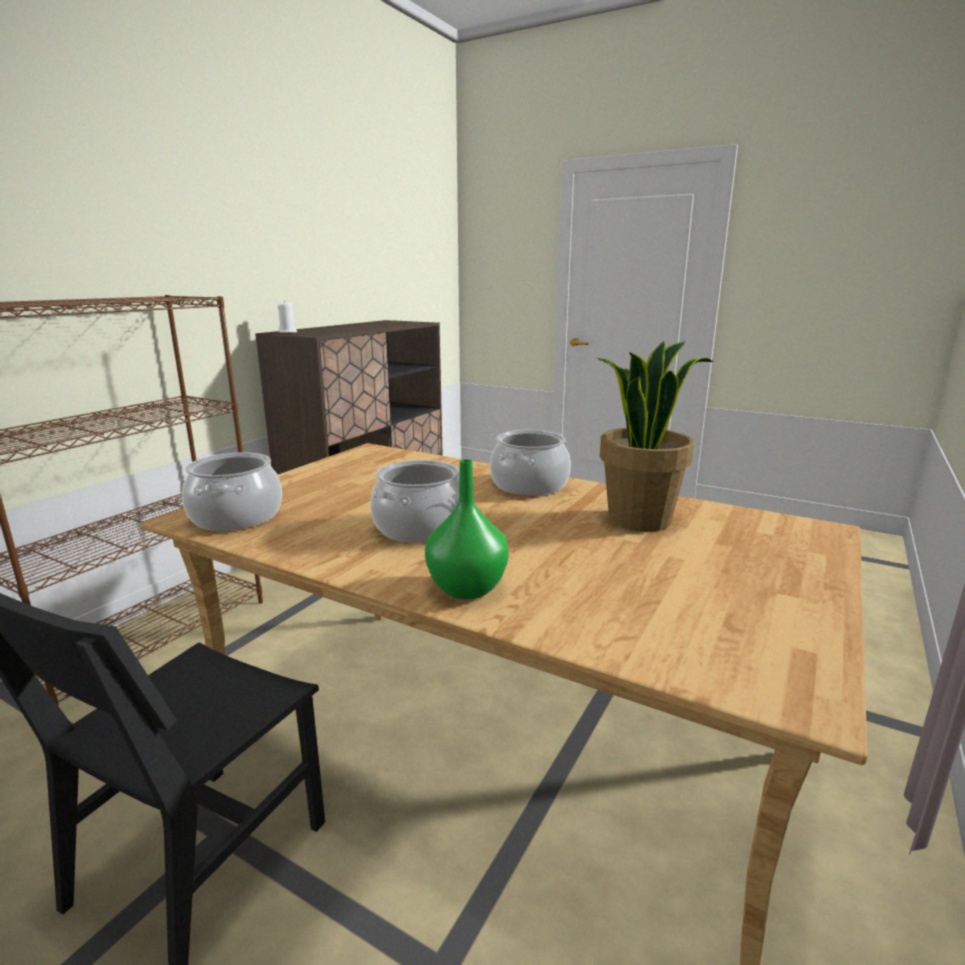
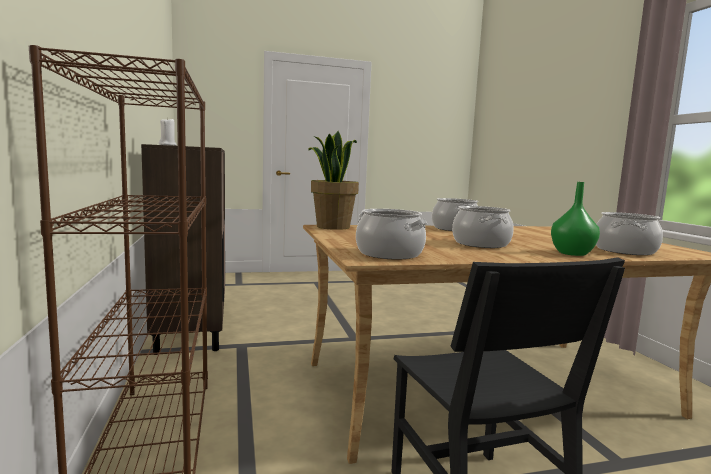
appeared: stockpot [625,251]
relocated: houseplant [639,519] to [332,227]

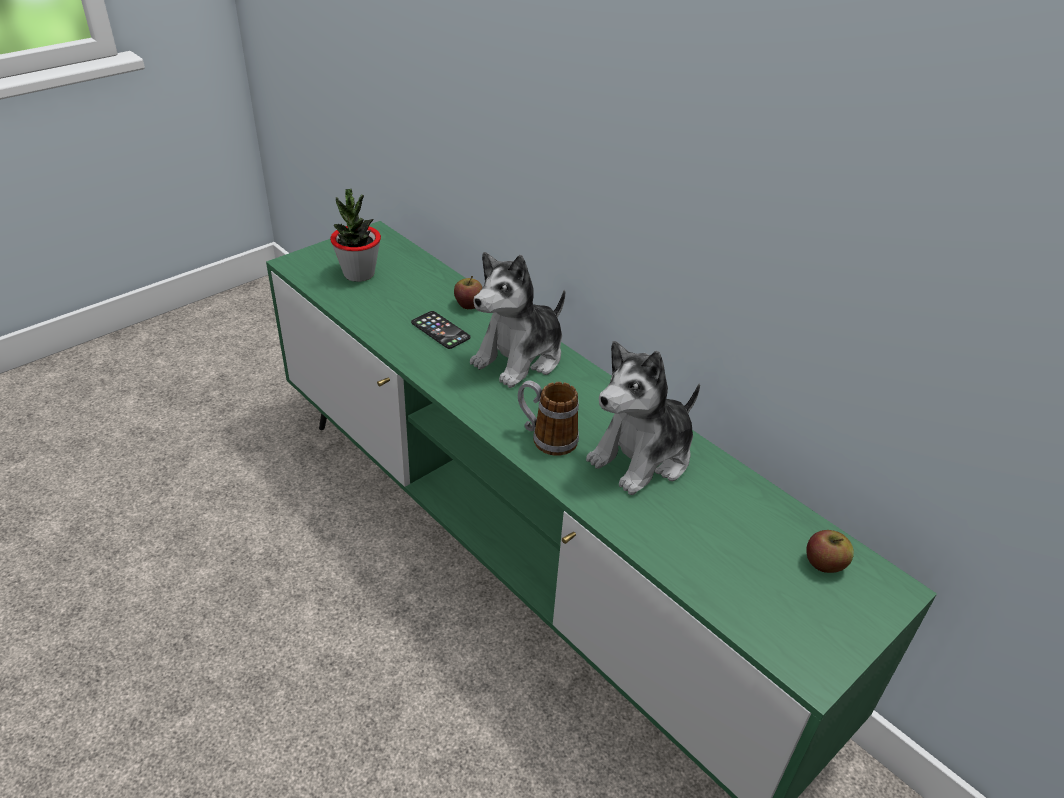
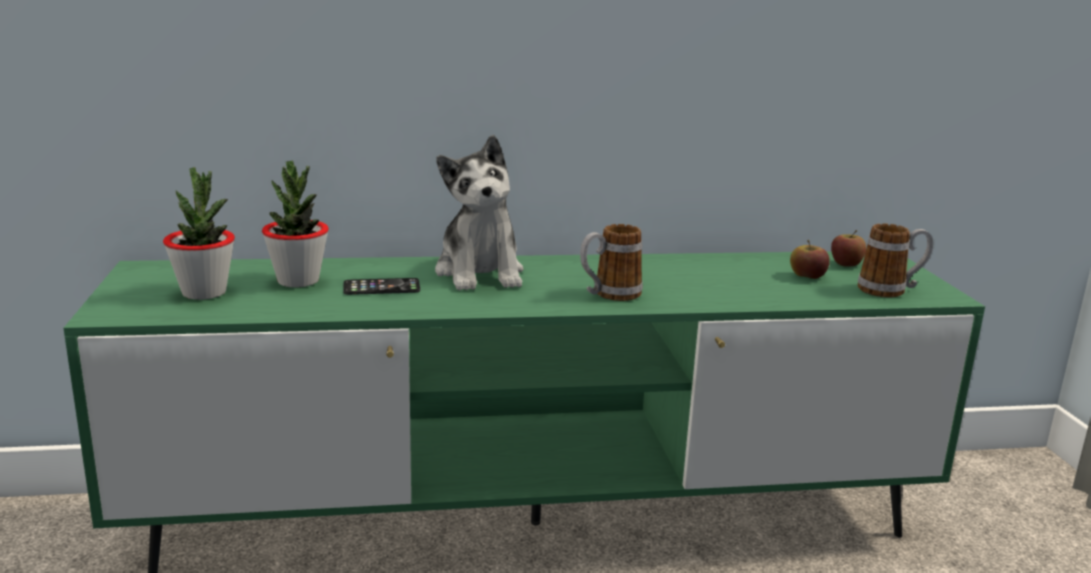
missing: soft toy [643,456]
appeared: houseplant [298,281]; mug [890,290]
relocated: whole apple [468,304] to [807,276]

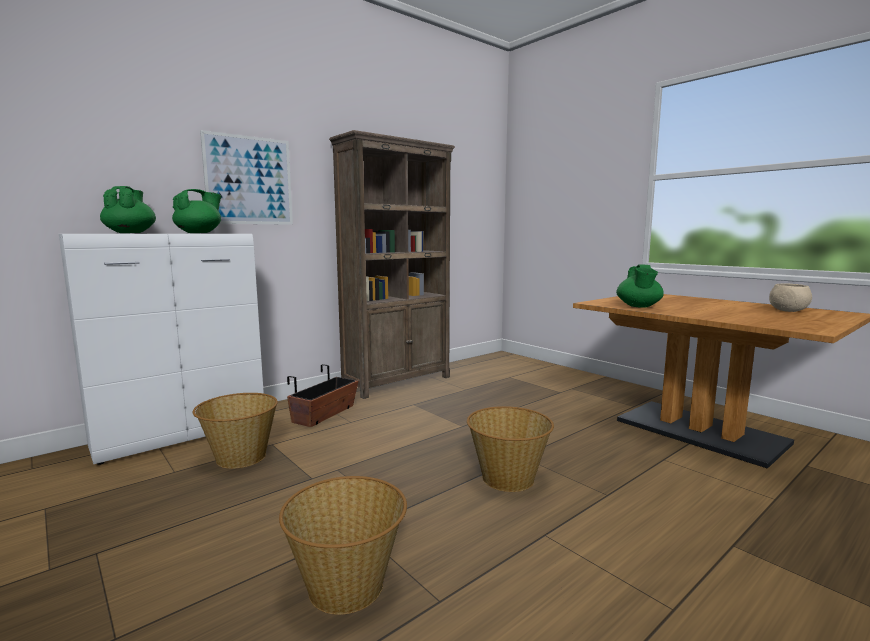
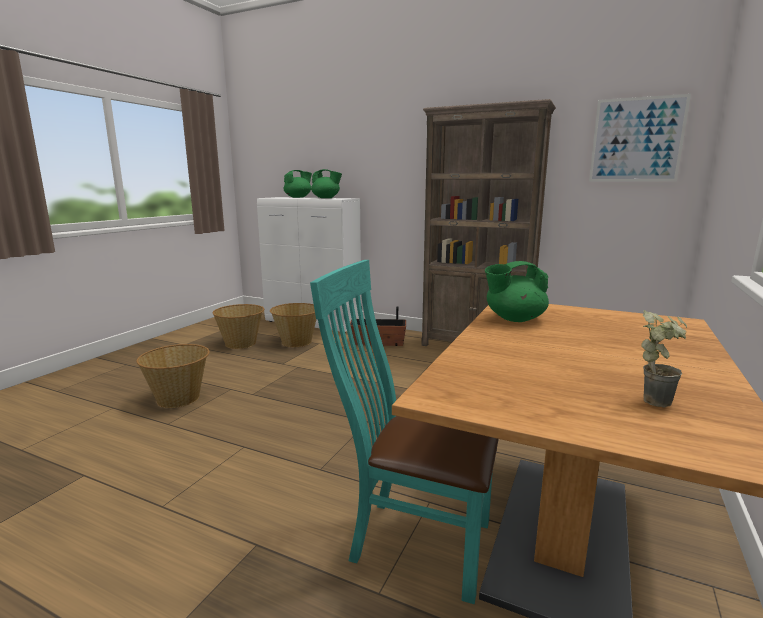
appeared: chair (blue-green) [412,540]
relocated: picture [249,180] to [636,140]; basket [508,478] to [241,343]
exchanged: bowl (beige-coloured) [787,311] to houseplant [655,399]

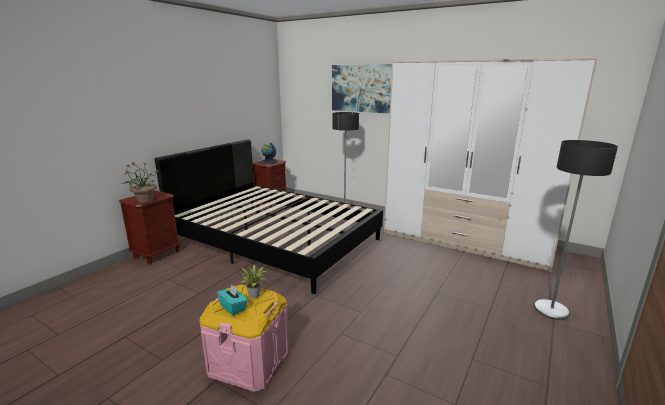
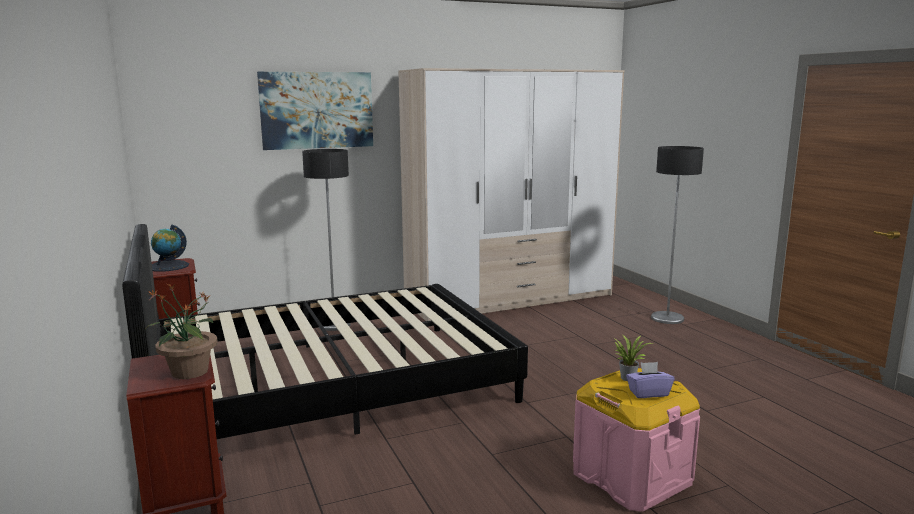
colour: tissue box (blue-green) [233,307] to tissue box (purple) [648,393]

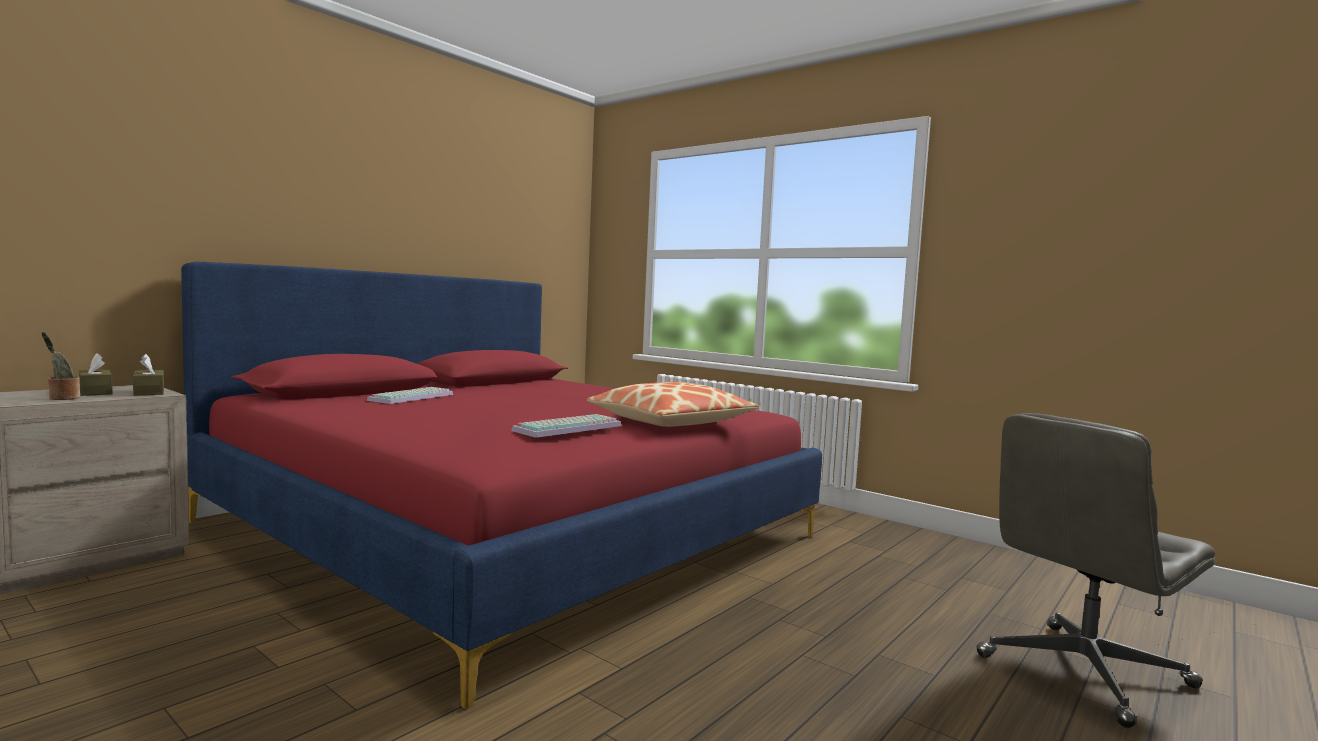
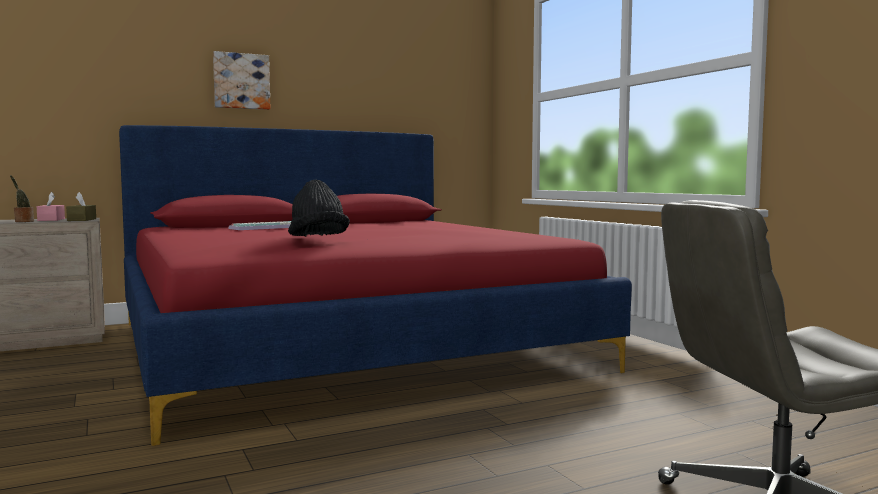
missing: pillow [671,422]
appeared: picture [241,81]
exchanged: computer keyboard [568,427] to clothing hat (black) [318,239]
colour: tissue box (brown) [95,392] to tissue box (pink-coloured) [51,219]

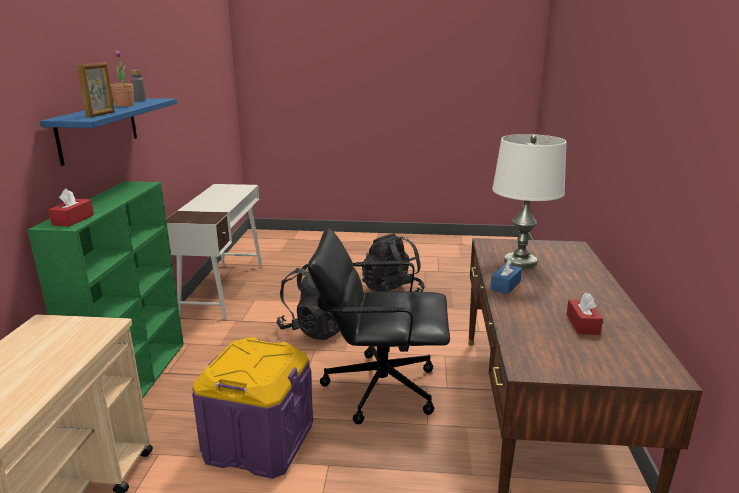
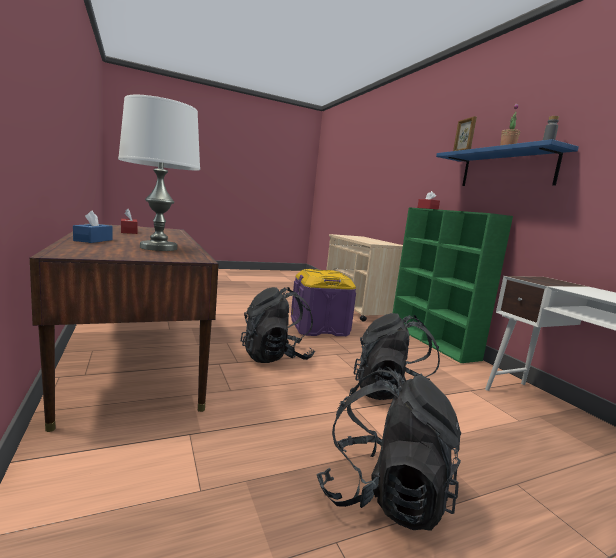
relocated: tissue box (bluish) [505,285] to [93,240]
exchanged: computer chair (black) [380,387] to backpack (black) [276,357]

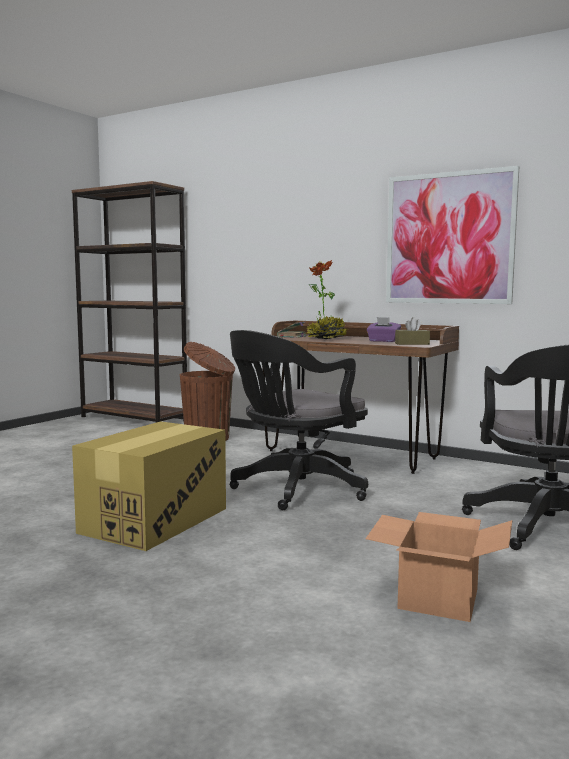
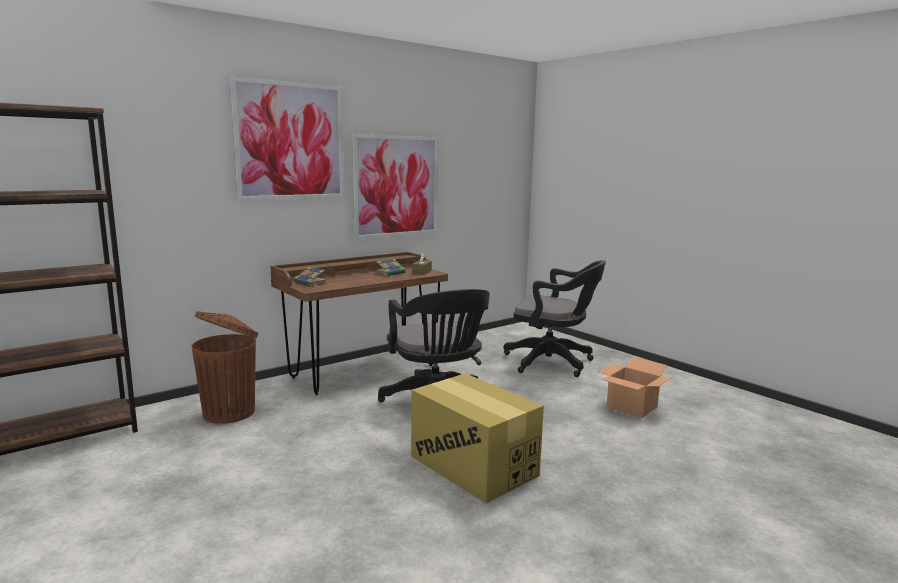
missing: houseplant [326,339]
appeared: picture [290,141]
exchanged: tissue box (purple) [383,341] to volume [390,273]

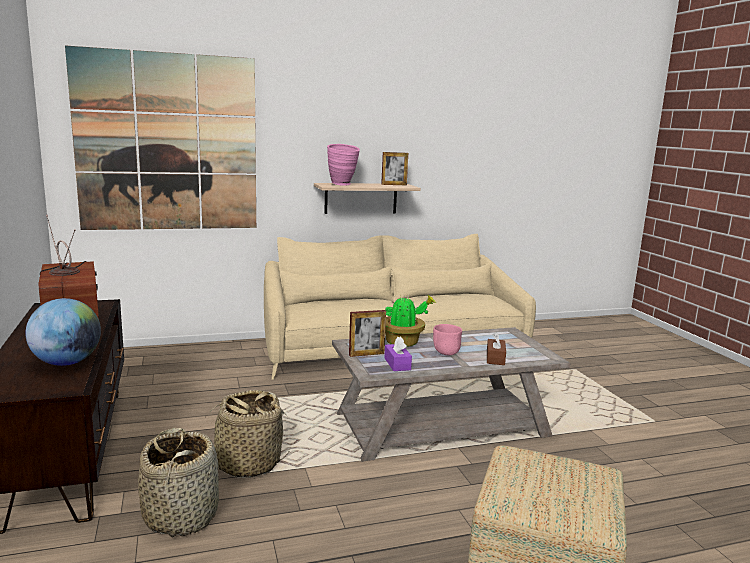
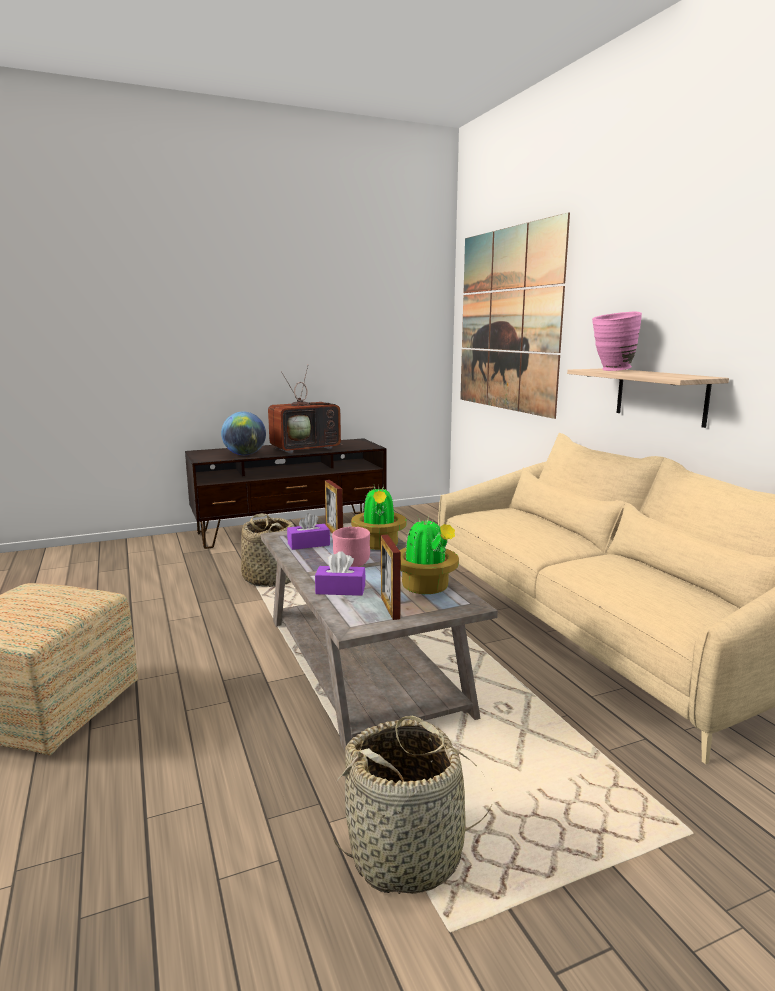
appeared: houseplant [426,588]
relocated: basket [181,515] to [407,852]; photo frame [394,184] to [390,607]
colour: tissue box (brown) [495,358] to tissue box (purple) [340,590]

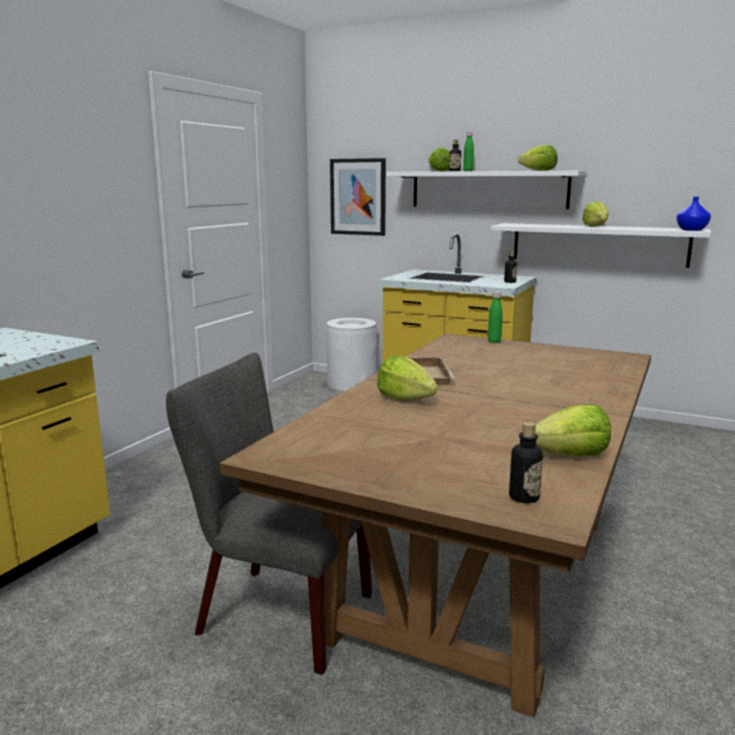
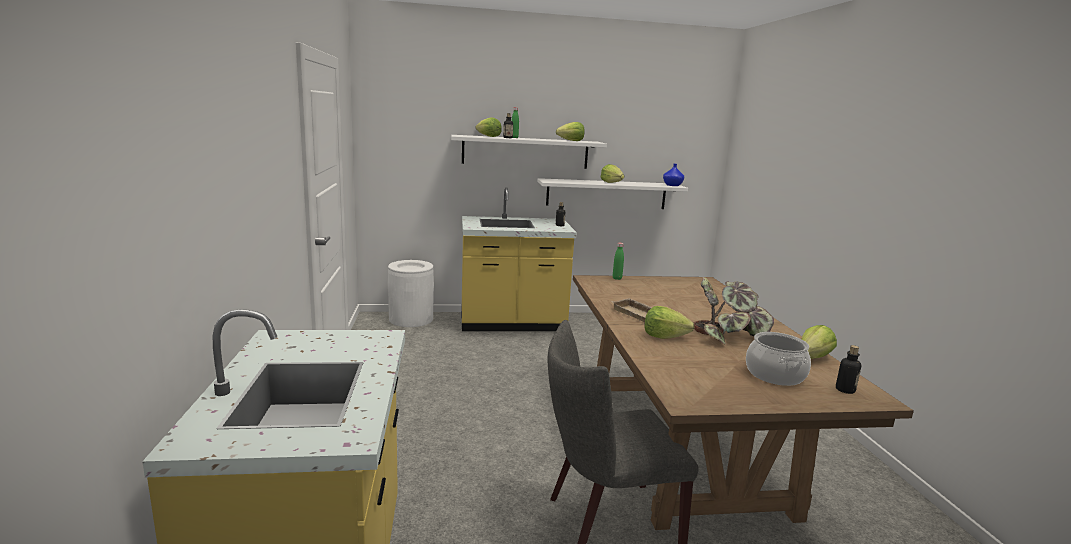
missing: picture [358,197]
appeared: houseplant [728,336]; stockpot [775,375]

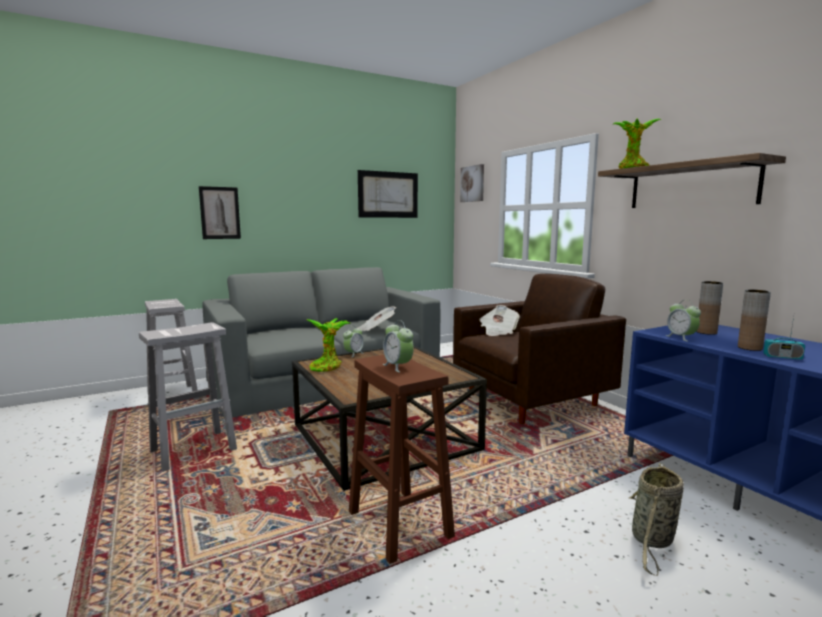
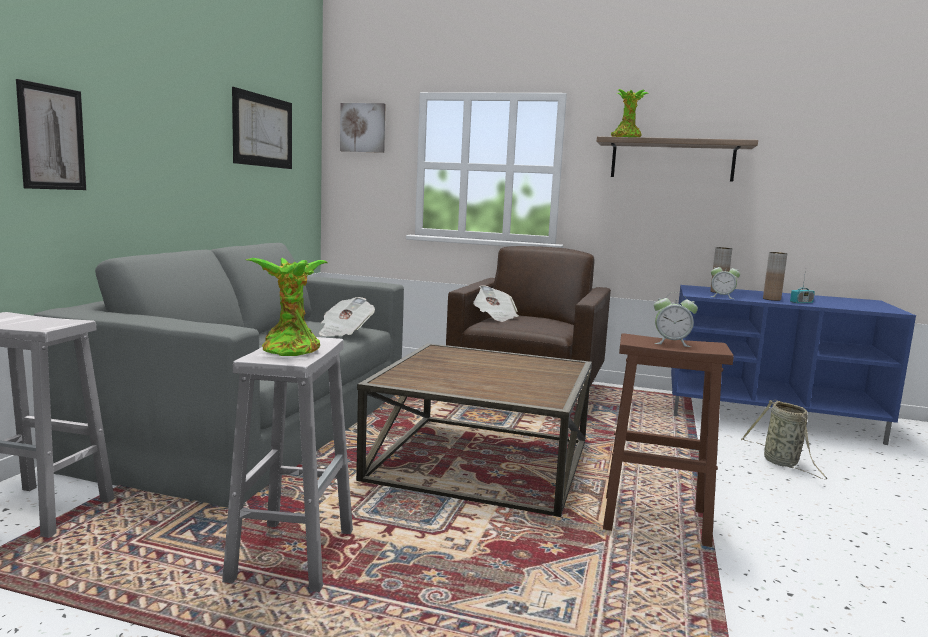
missing: alarm clock [353,354]
relocated: houseplant [327,367] to [290,349]

